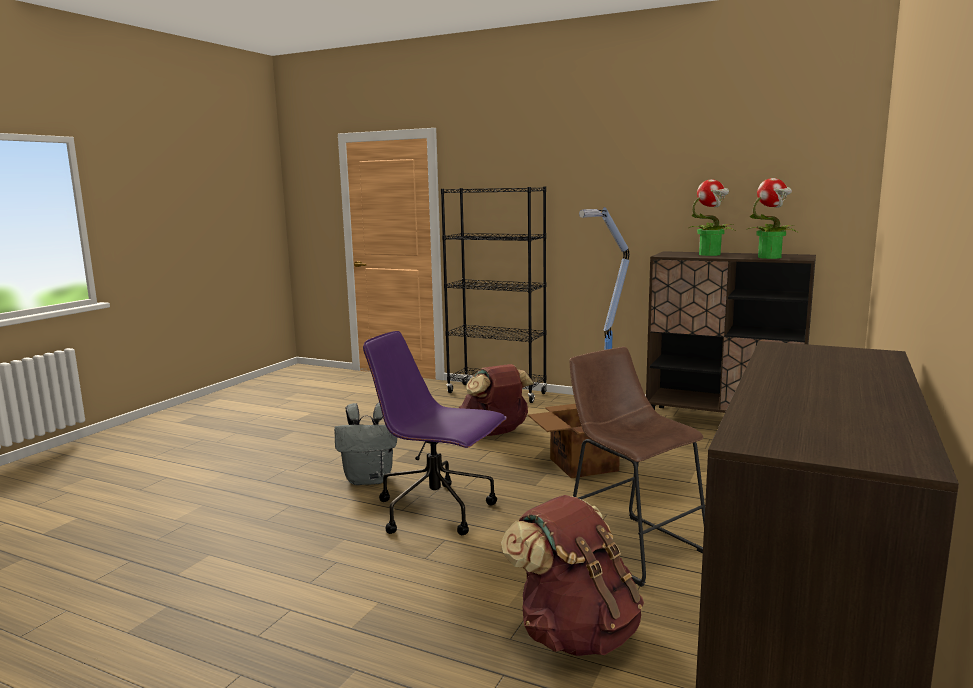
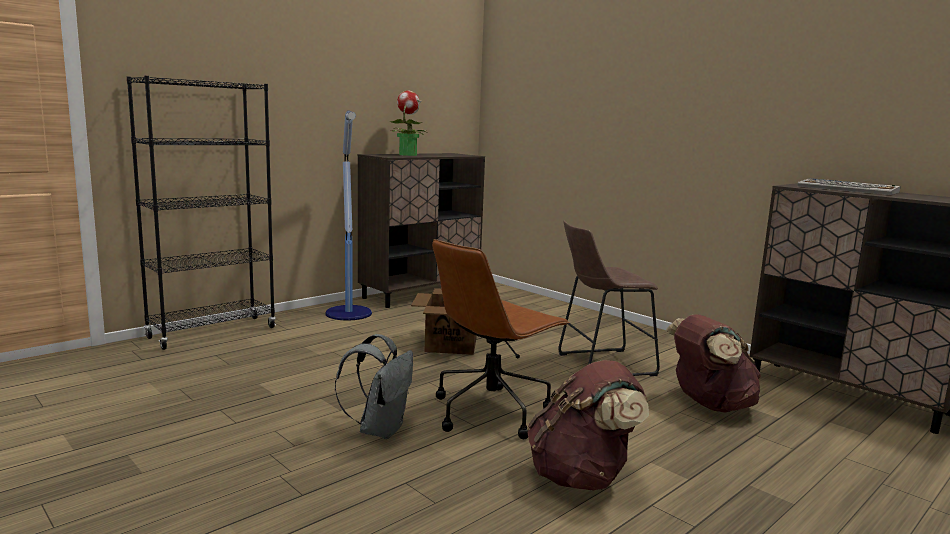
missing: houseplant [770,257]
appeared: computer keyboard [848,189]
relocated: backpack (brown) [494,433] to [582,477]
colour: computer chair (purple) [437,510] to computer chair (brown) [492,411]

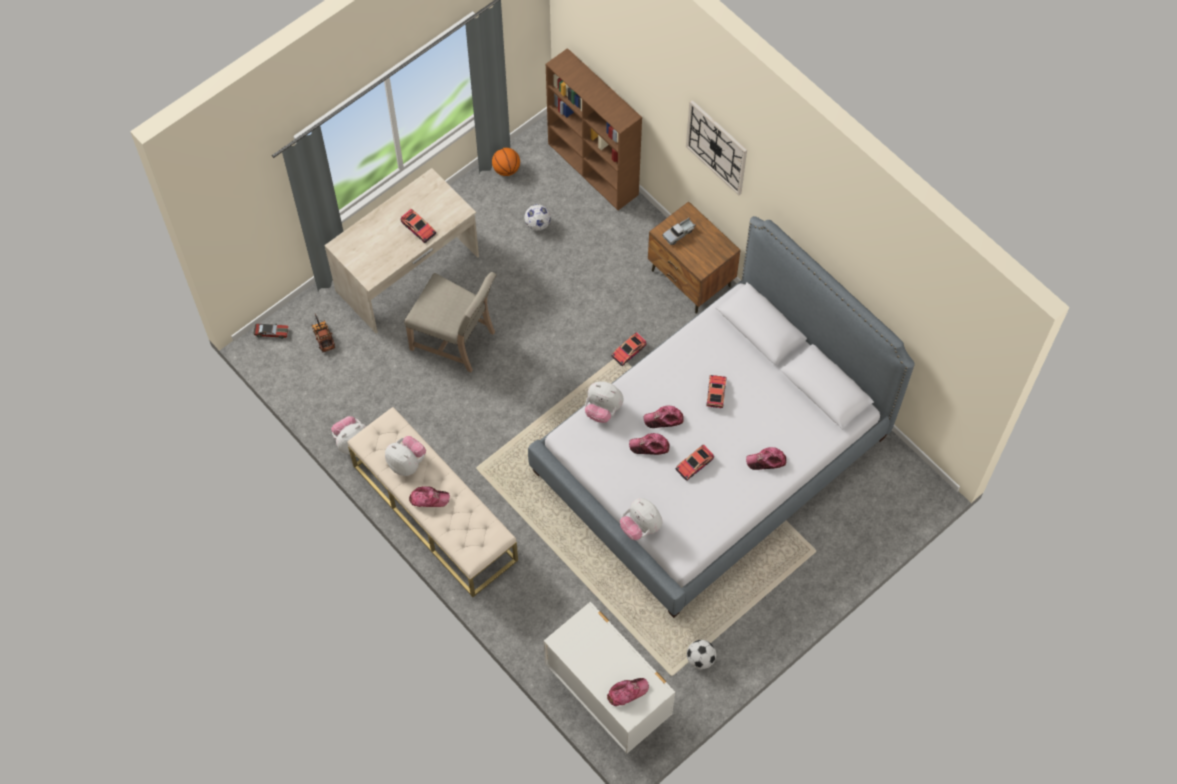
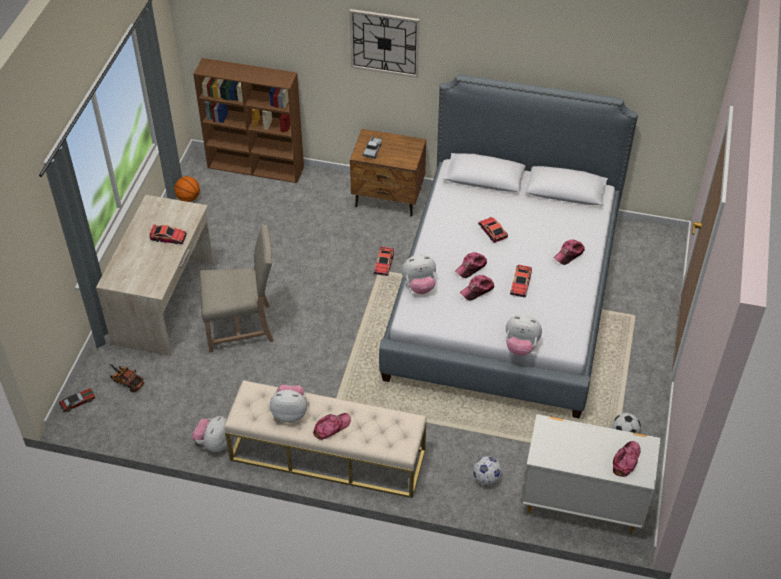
relocated: football [538,224] to [486,478]

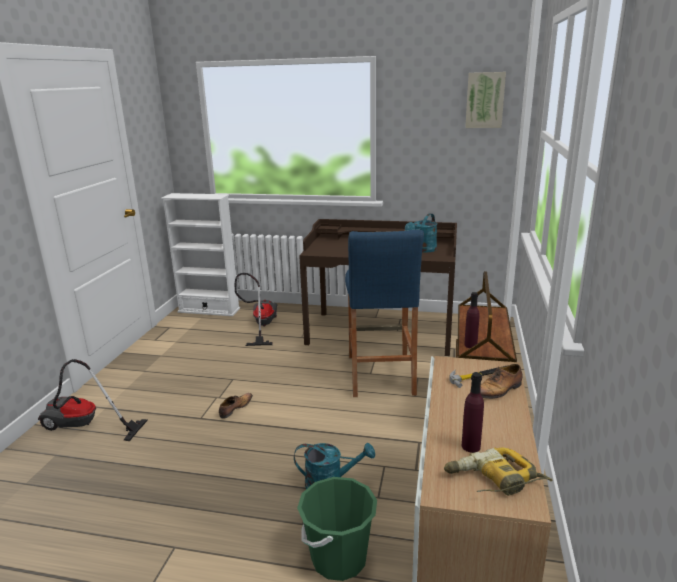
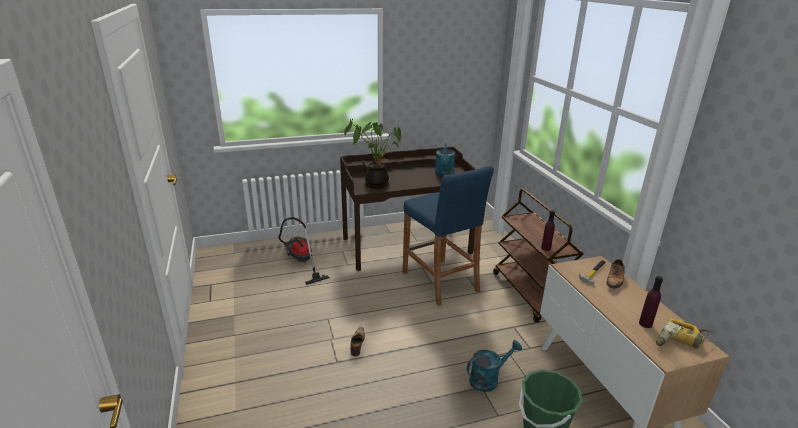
missing: vacuum [83,427]; shelving unit (whitish) [209,310]; picture [485,100]
appeared: houseplant [376,183]

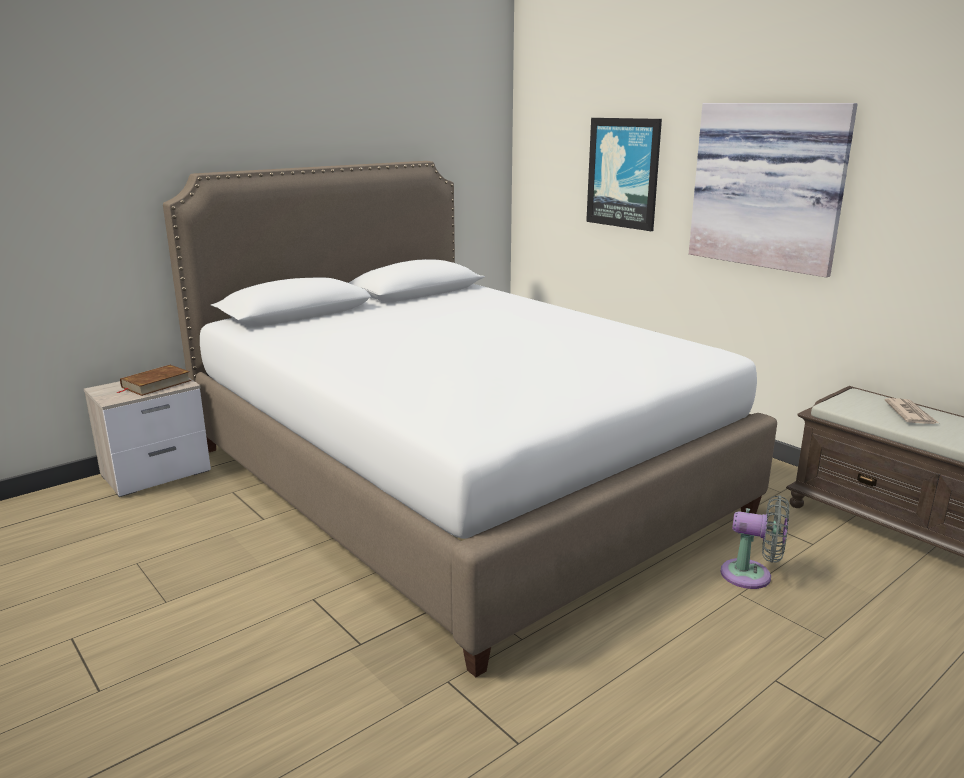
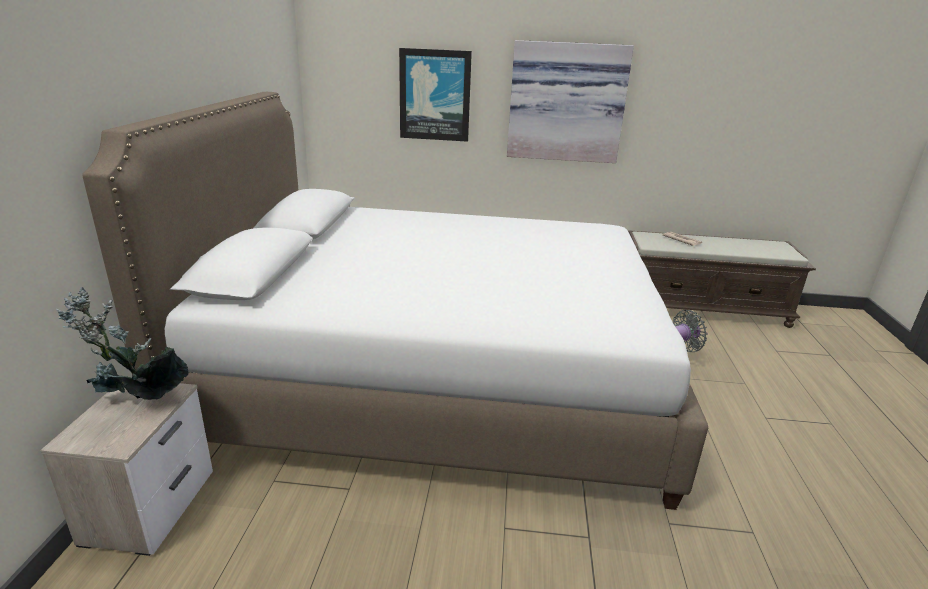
exchanged: volume (brown) [156,384] to houseplant [138,404]

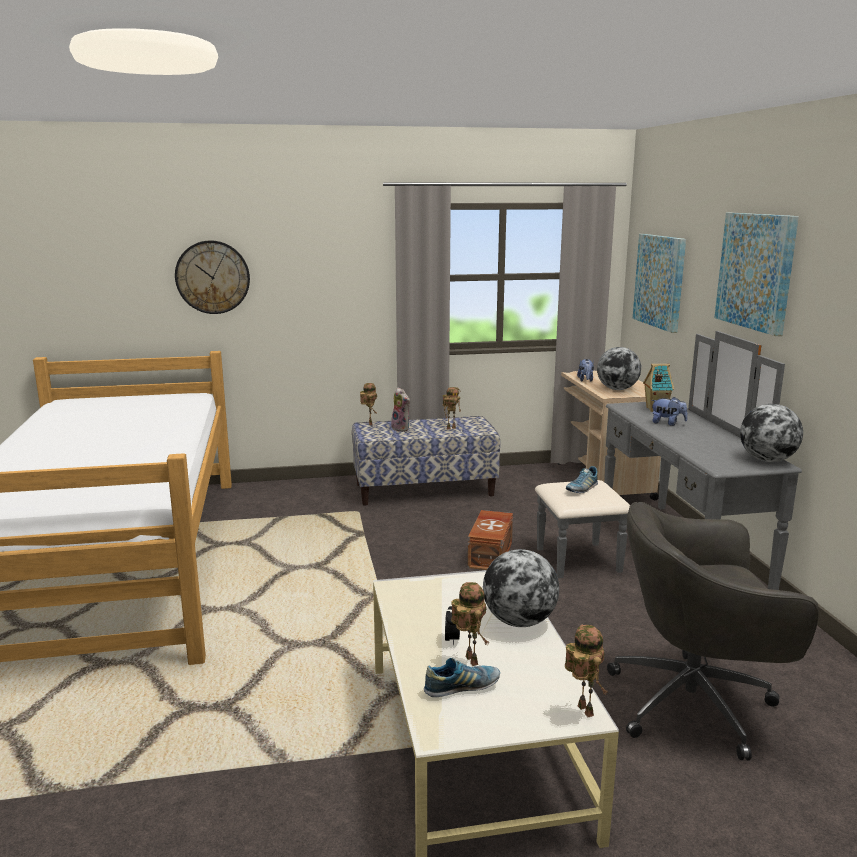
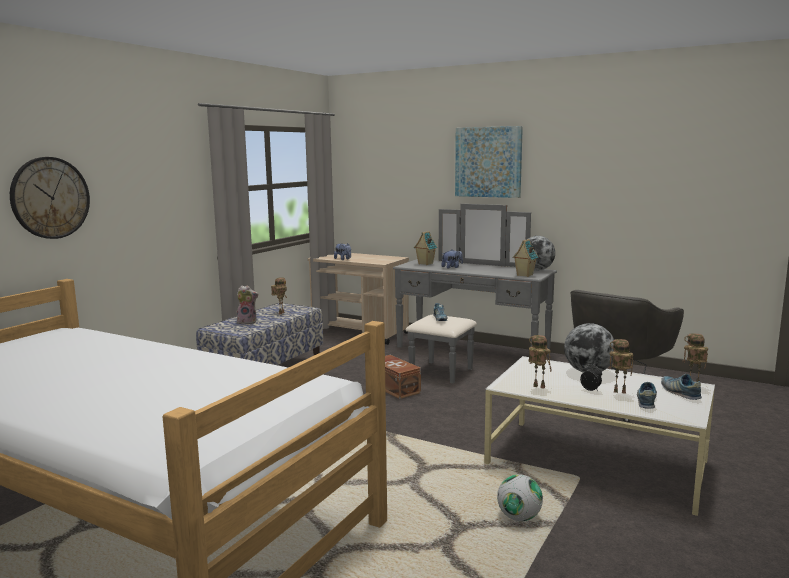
missing: desk globe [617,389]; picture [660,281]
appeared: football [519,517]; model house [524,275]; item of footwear [679,392]
relocated: model robot [369,423] to [537,387]

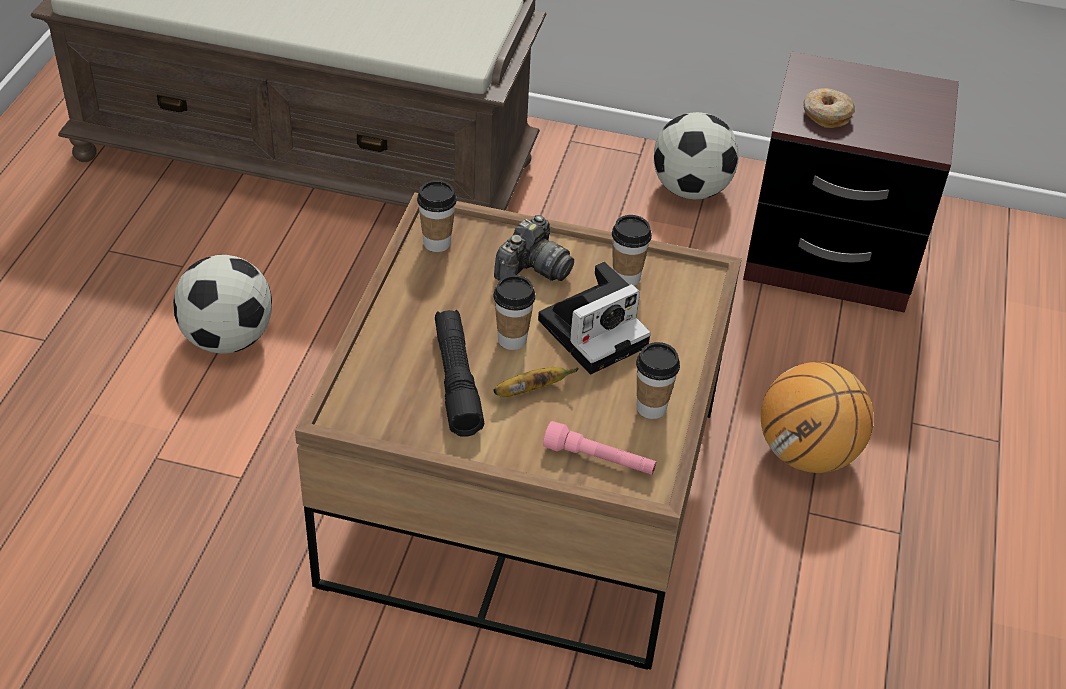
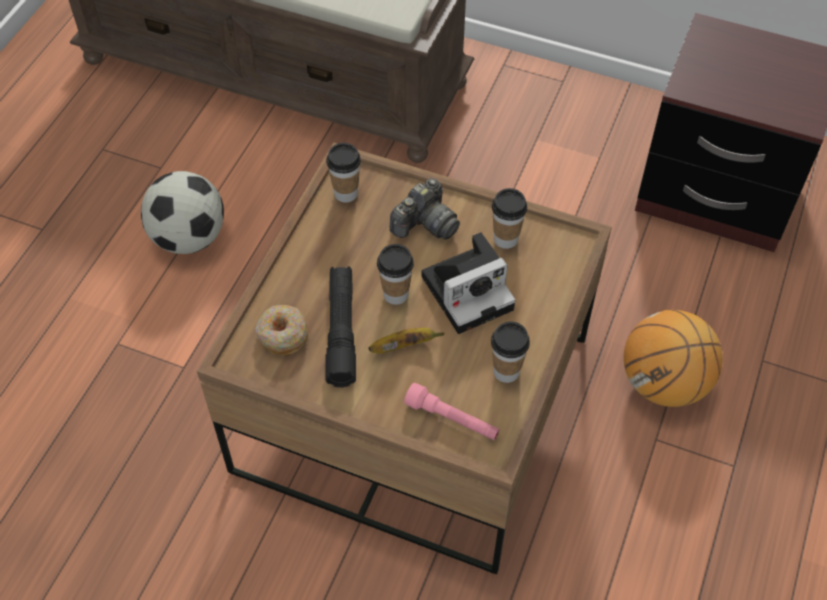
missing: football [690,188]
relocated: doughnut [826,115] to [282,335]

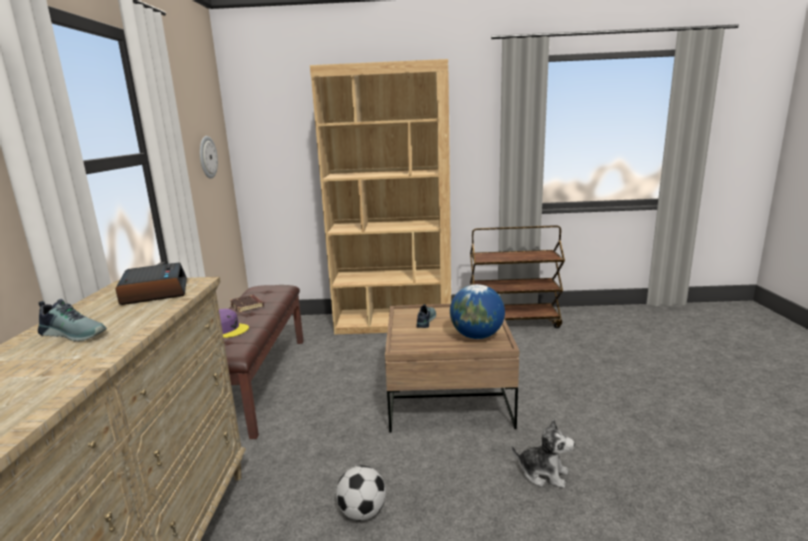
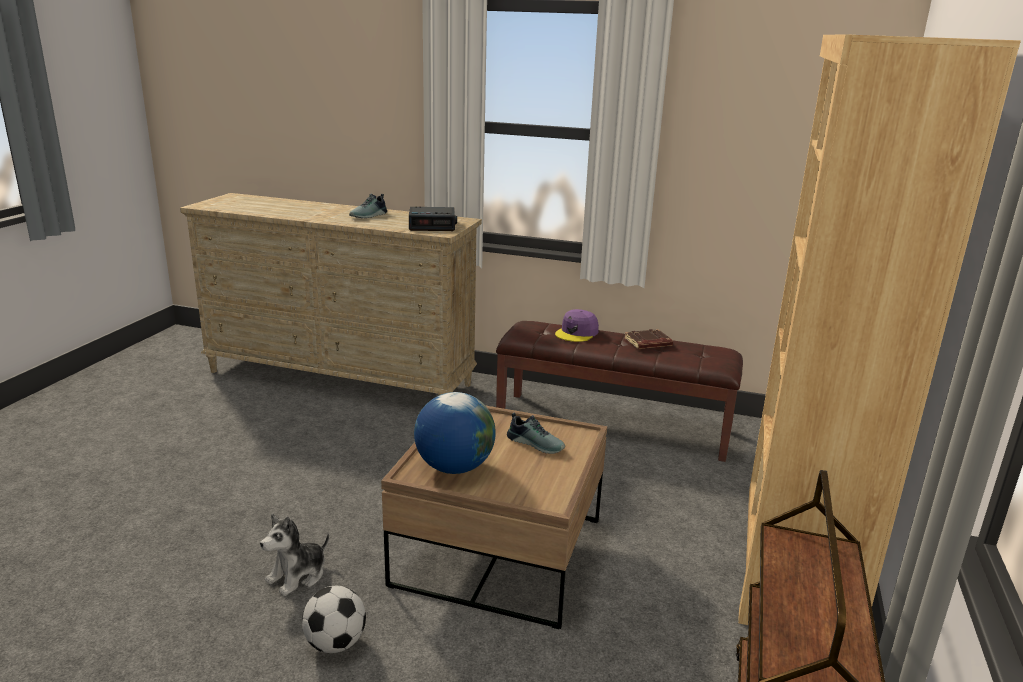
missing: clock on the wall [207,157]
relocated: football [363,512] to [335,644]

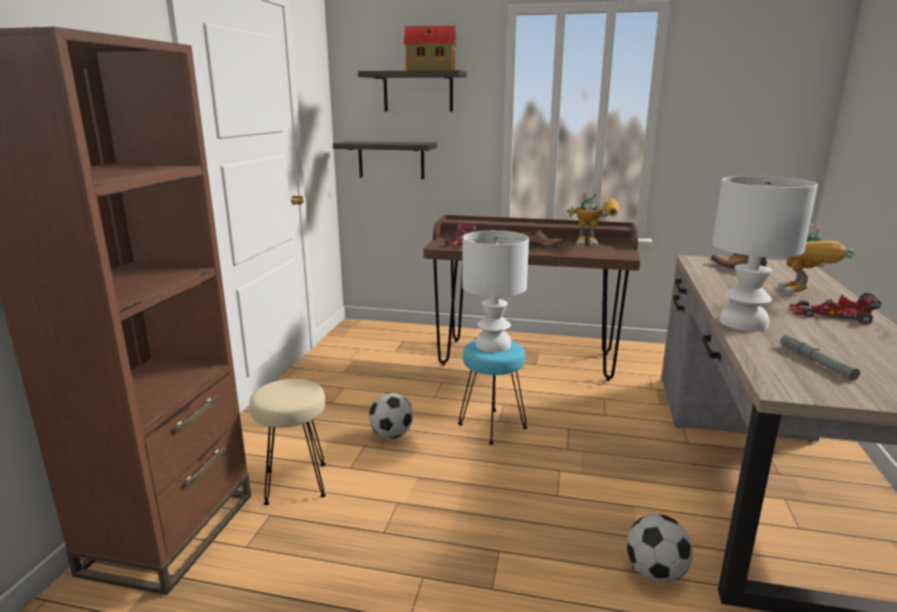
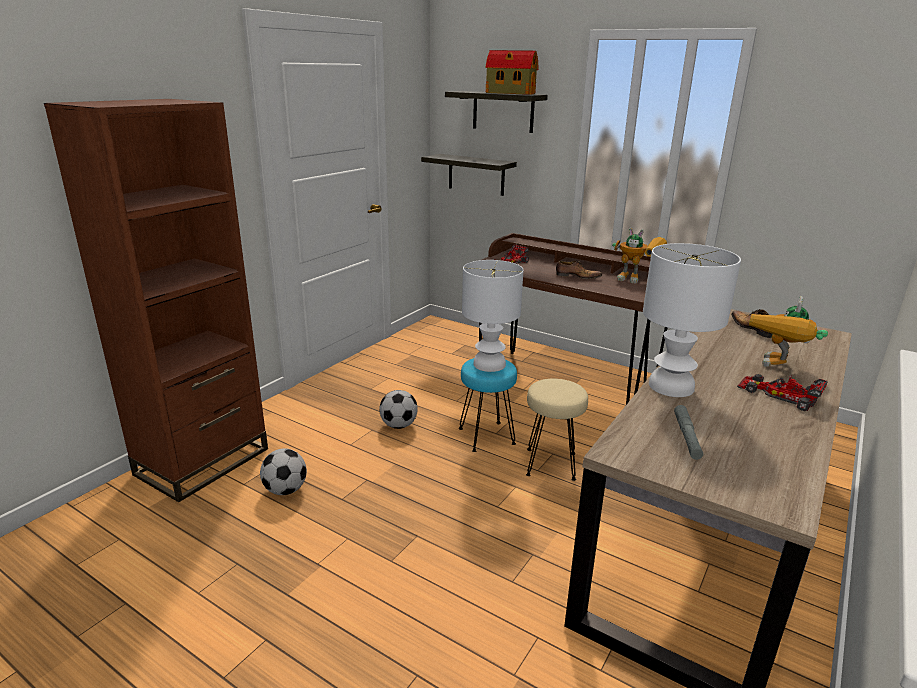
relocated: sitting stool (beige-coloured) [296,482] to [551,463]; football [654,573] to [285,490]

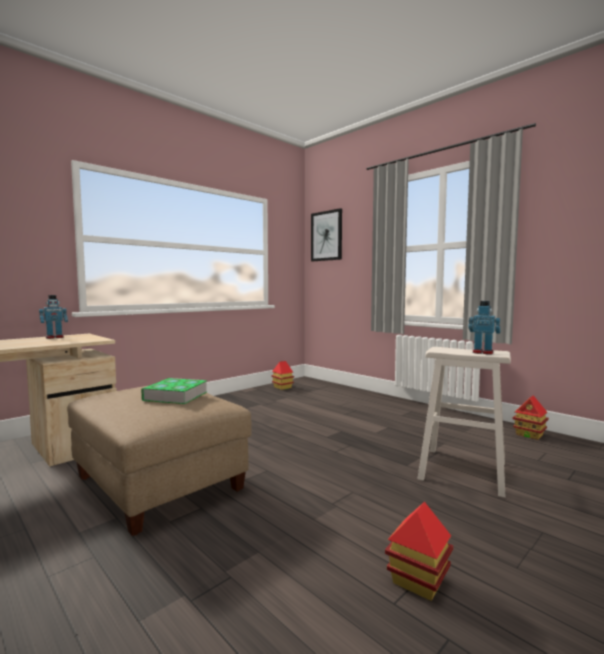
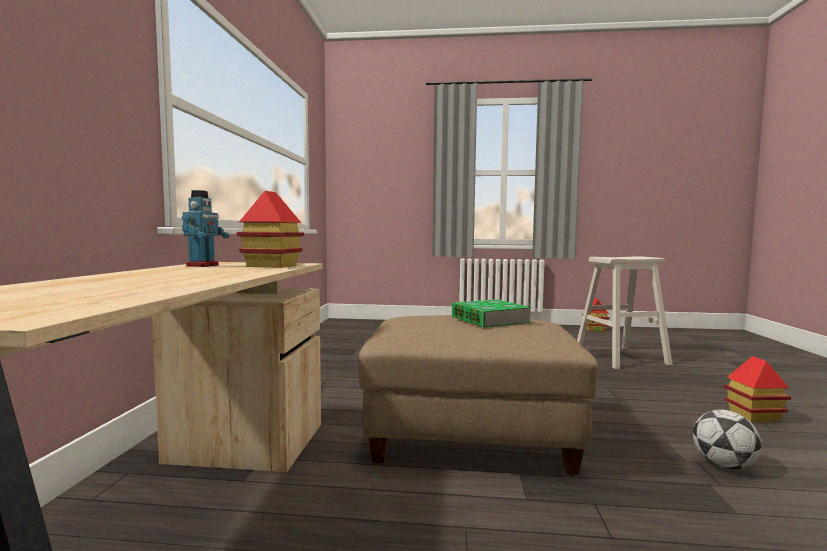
missing: picture [326,236]; model robot [482,352]
appeared: football [723,465]
relocated: model house [282,387] to [272,266]

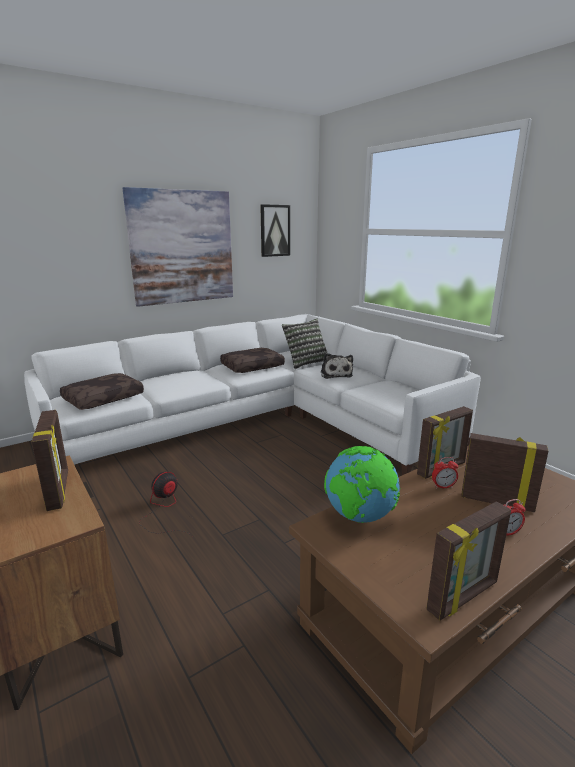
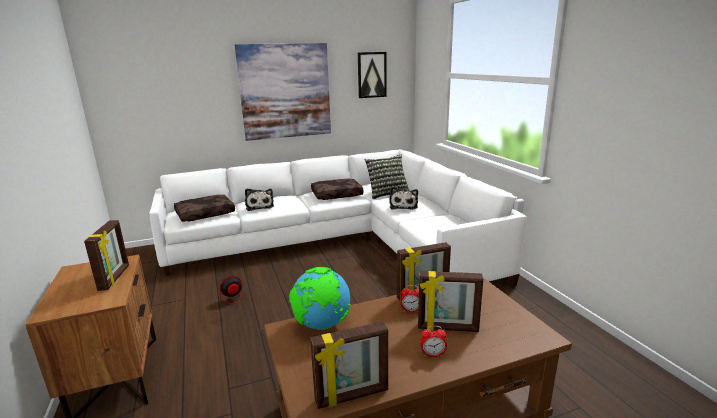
appeared: soft toy [259,206]
spun: photo frame [496,501] = [447,328] 150 degrees clockwise

